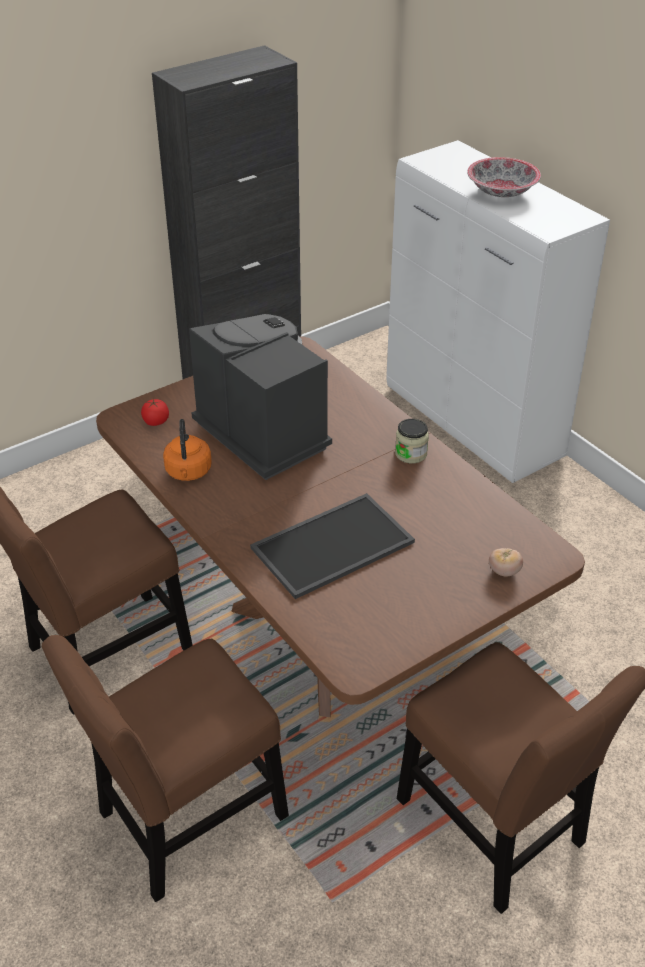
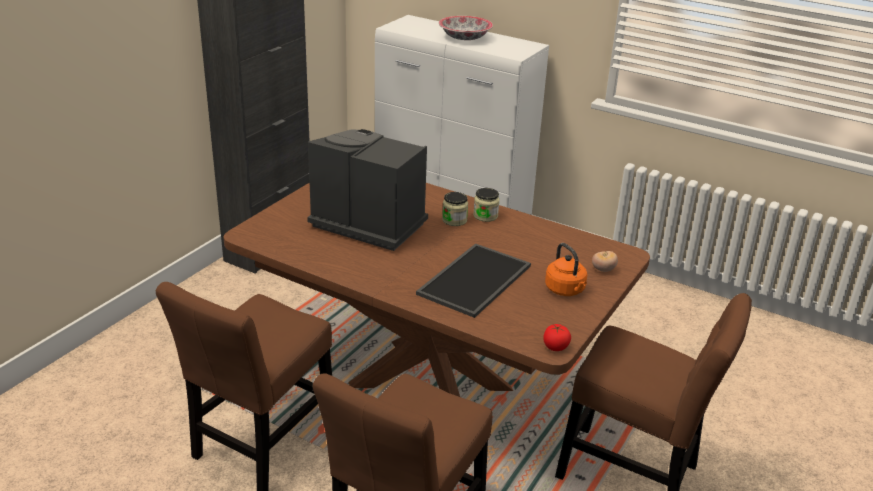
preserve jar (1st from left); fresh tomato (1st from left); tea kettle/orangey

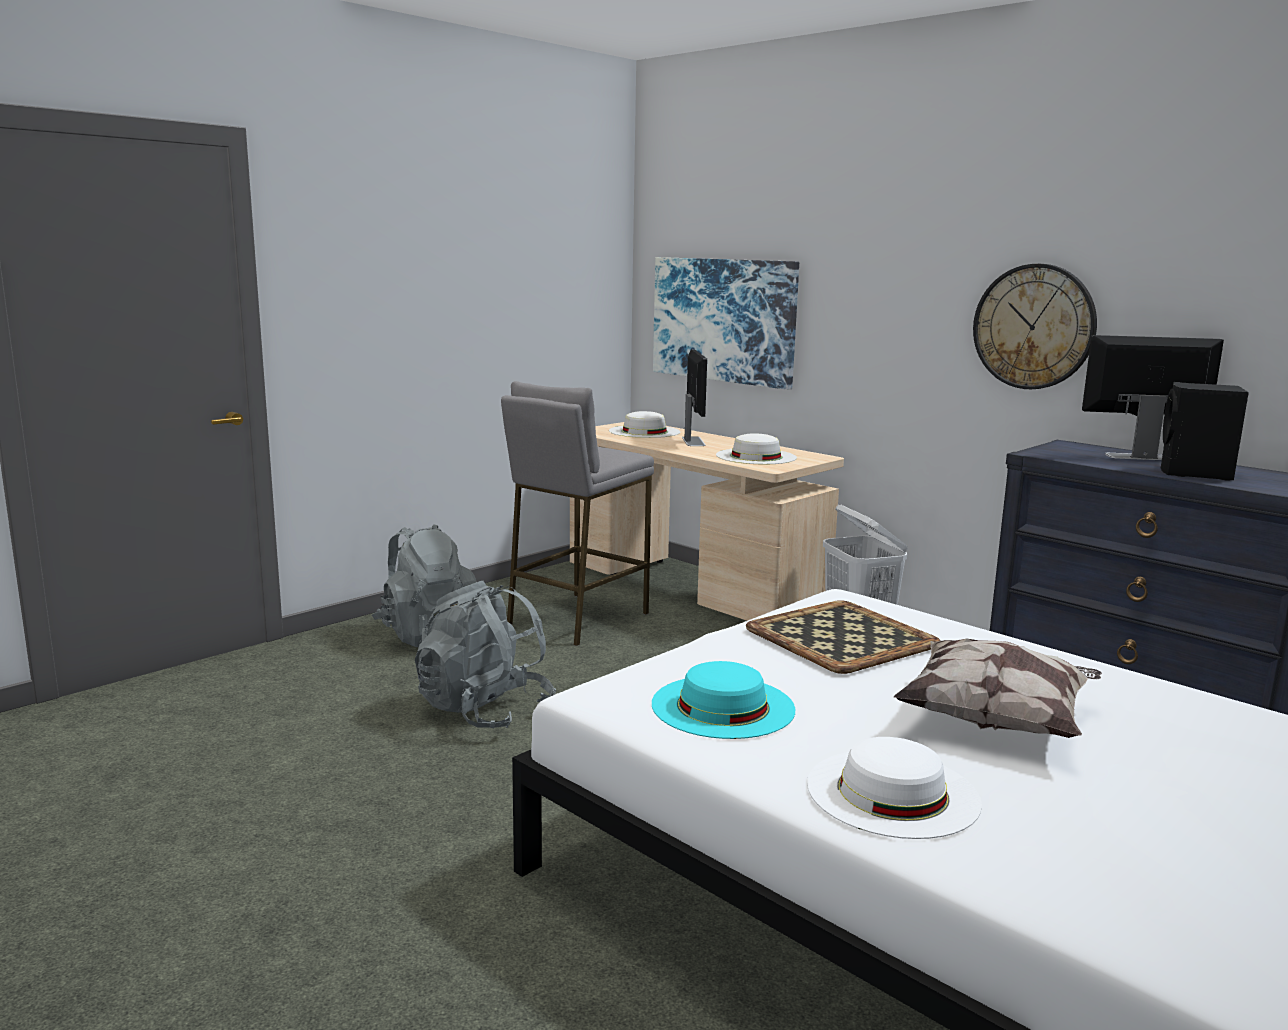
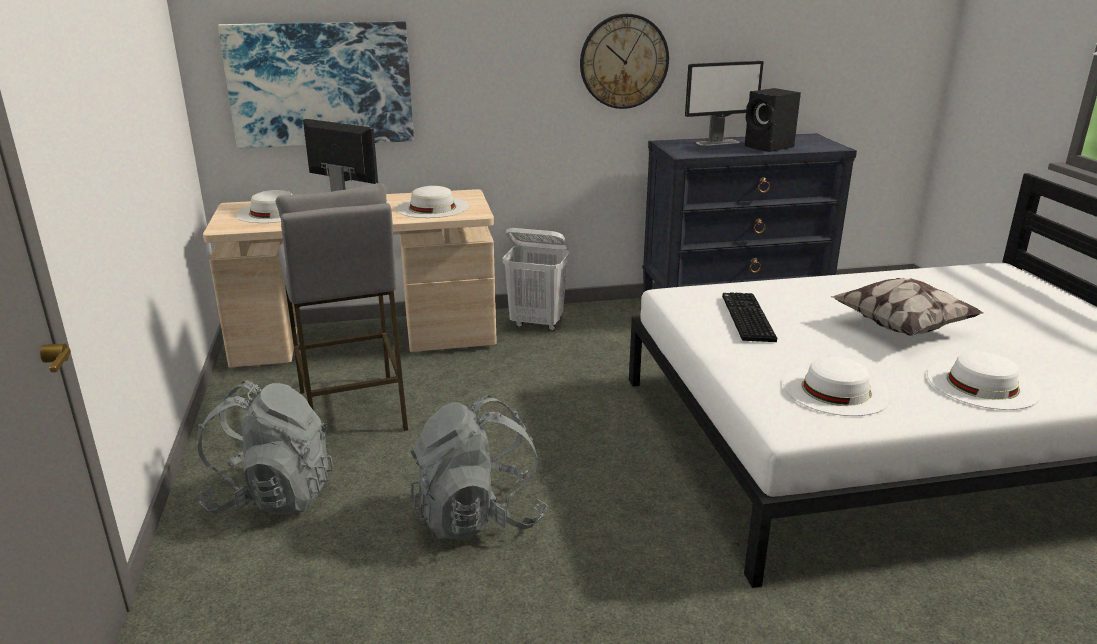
computer keyboard; clothing hat/white-coloured (3rd from left); computer screen (2nd from left)

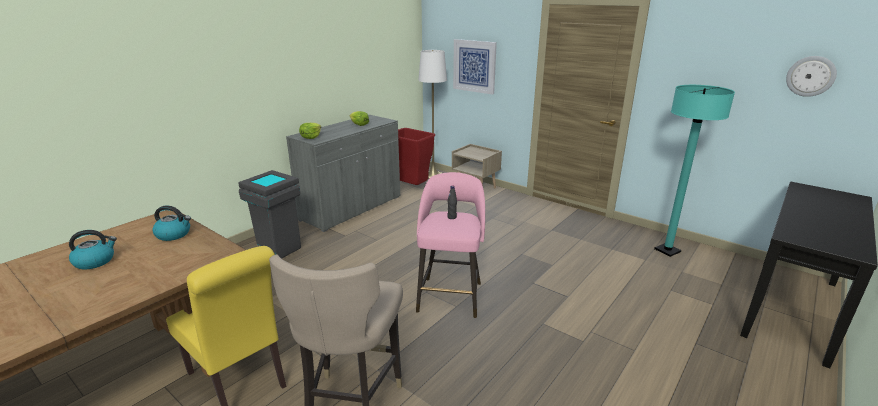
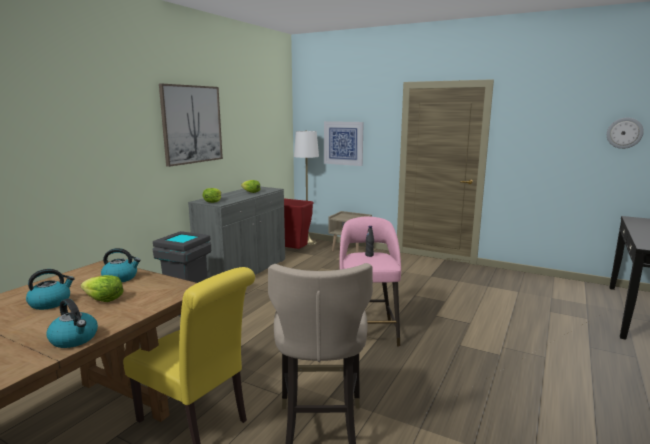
floor lamp/turquoise-coloured; tea kettle (2nd from left); lettuce (1st from left); picture (1st from left)

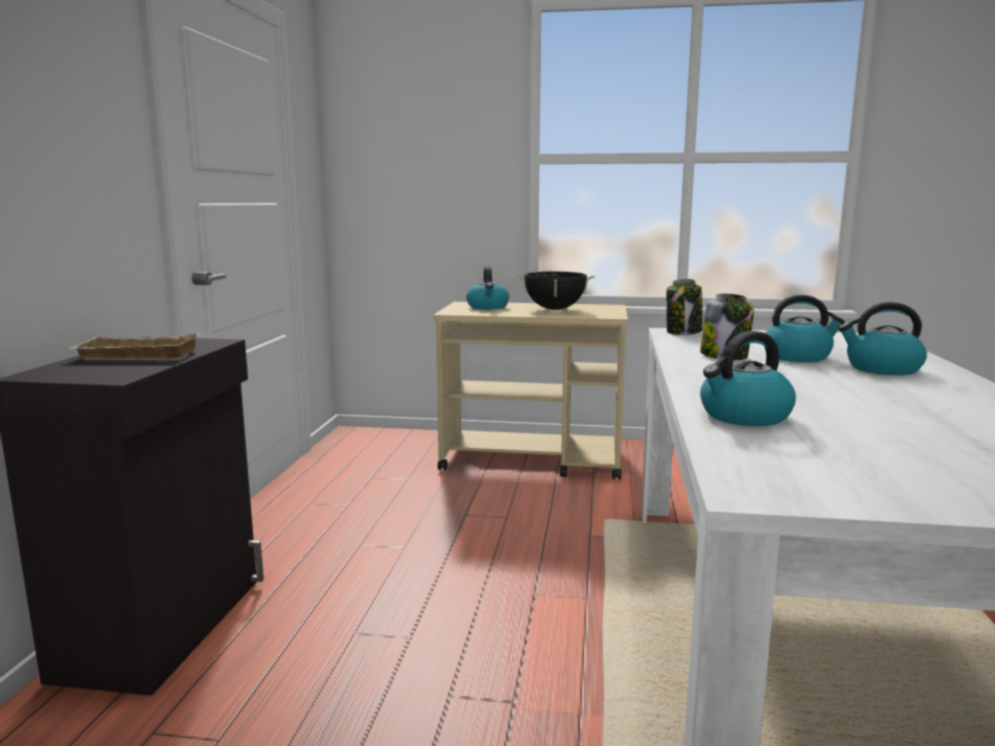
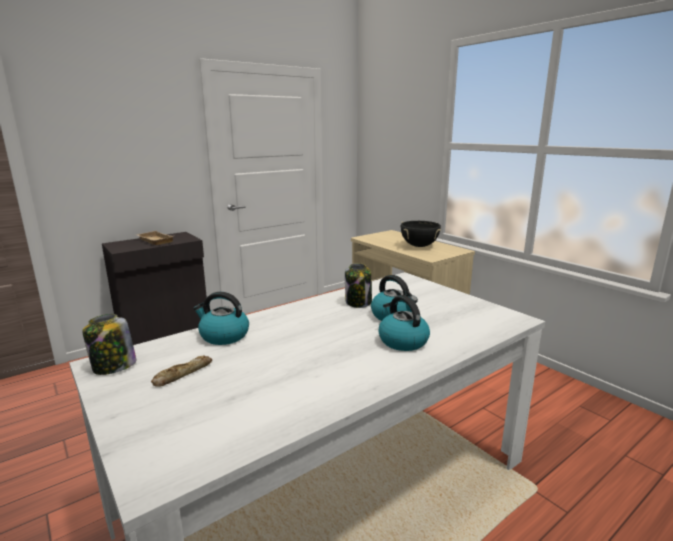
tea kettle (1st from left in the first image); baked bread; preserve jar (1st from left)

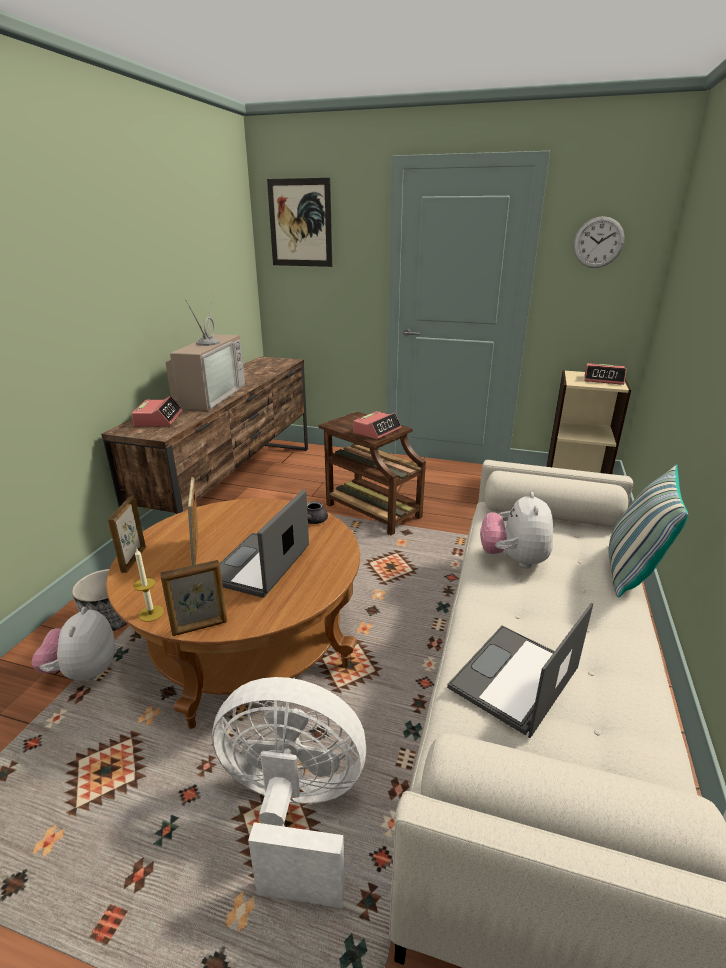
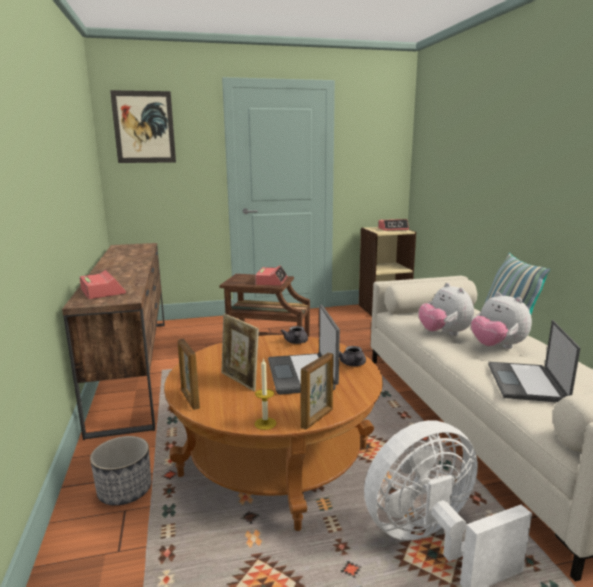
television; wall clock; teapot/gray (2nd from left); soft toy (2nd from left)

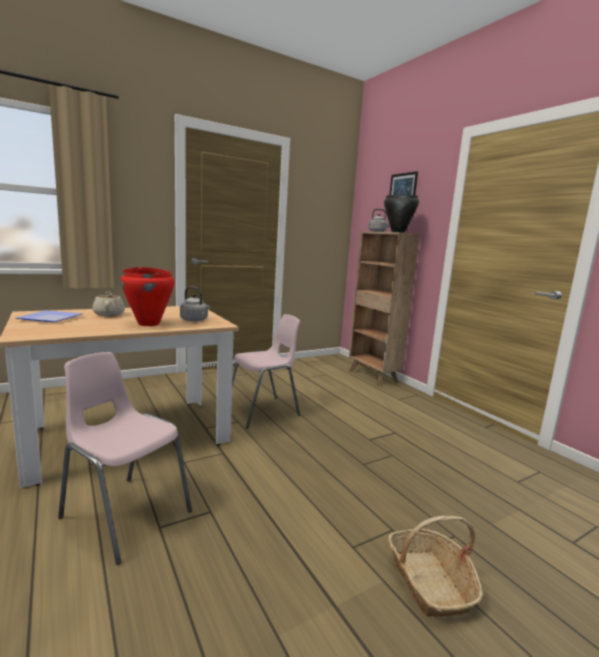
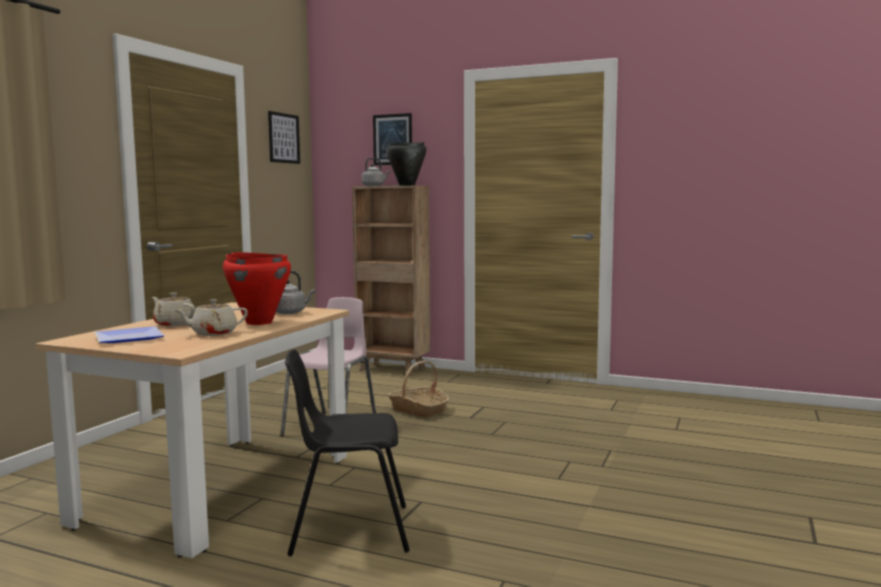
teapot/beige (2nd from left); picture (1st from left); basket; chair/black

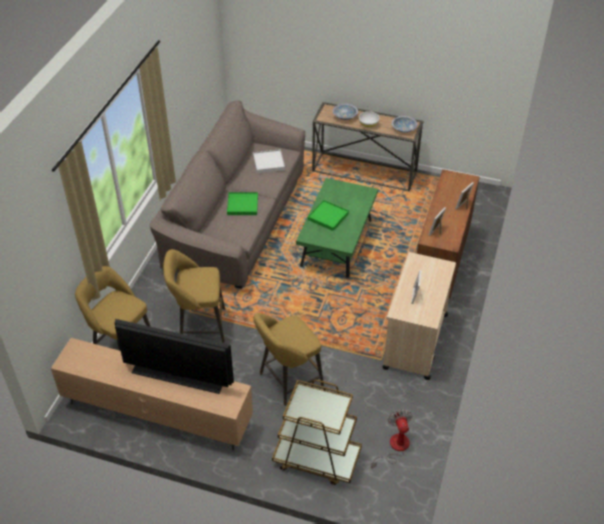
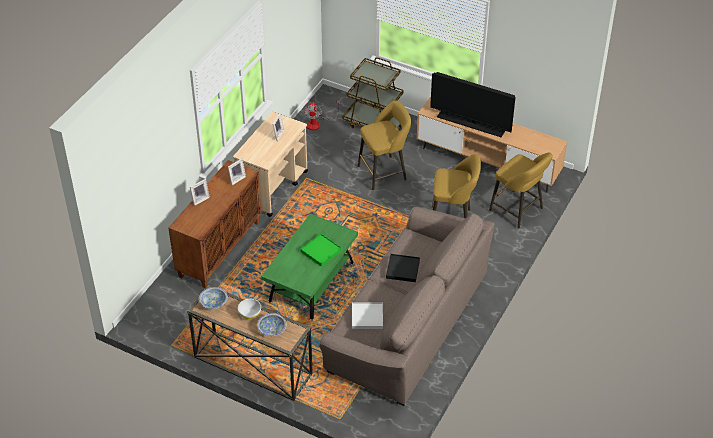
serving tray/black

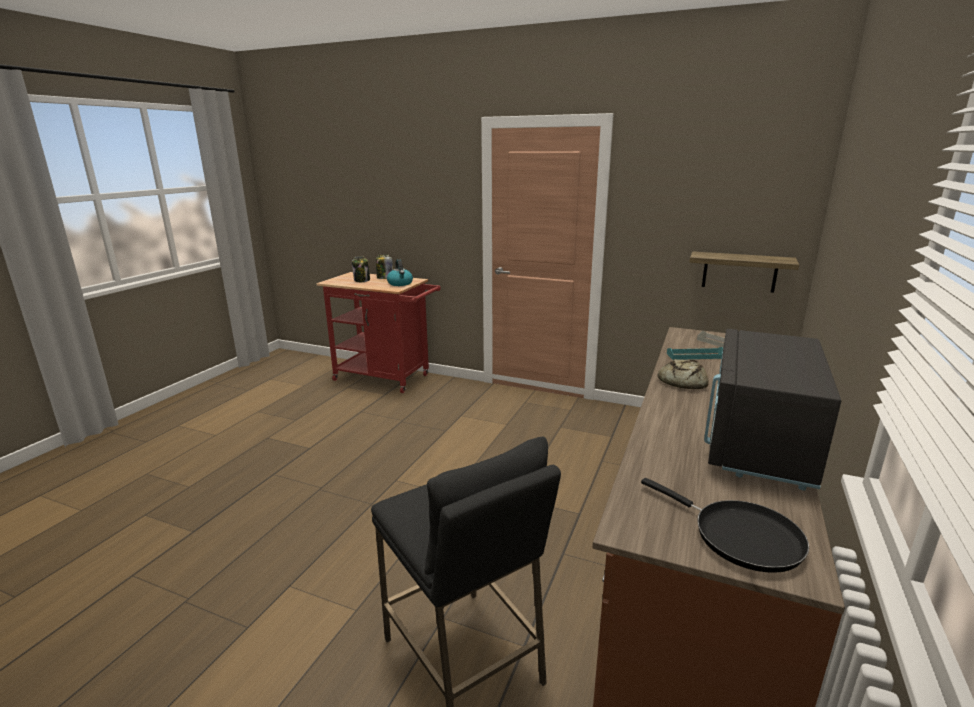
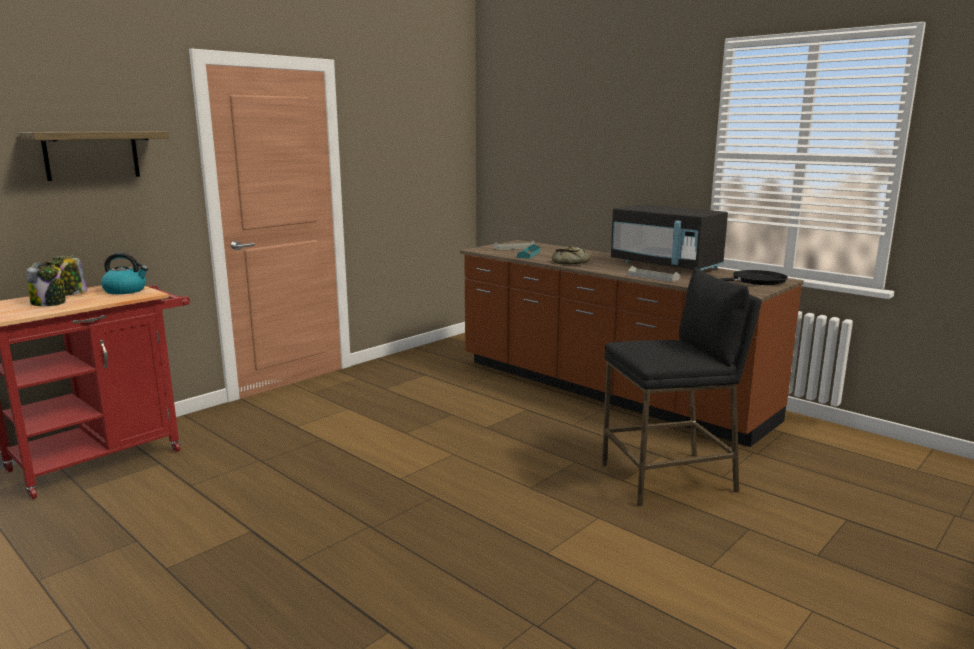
serving tray/gray (2nd from left); wall shelf

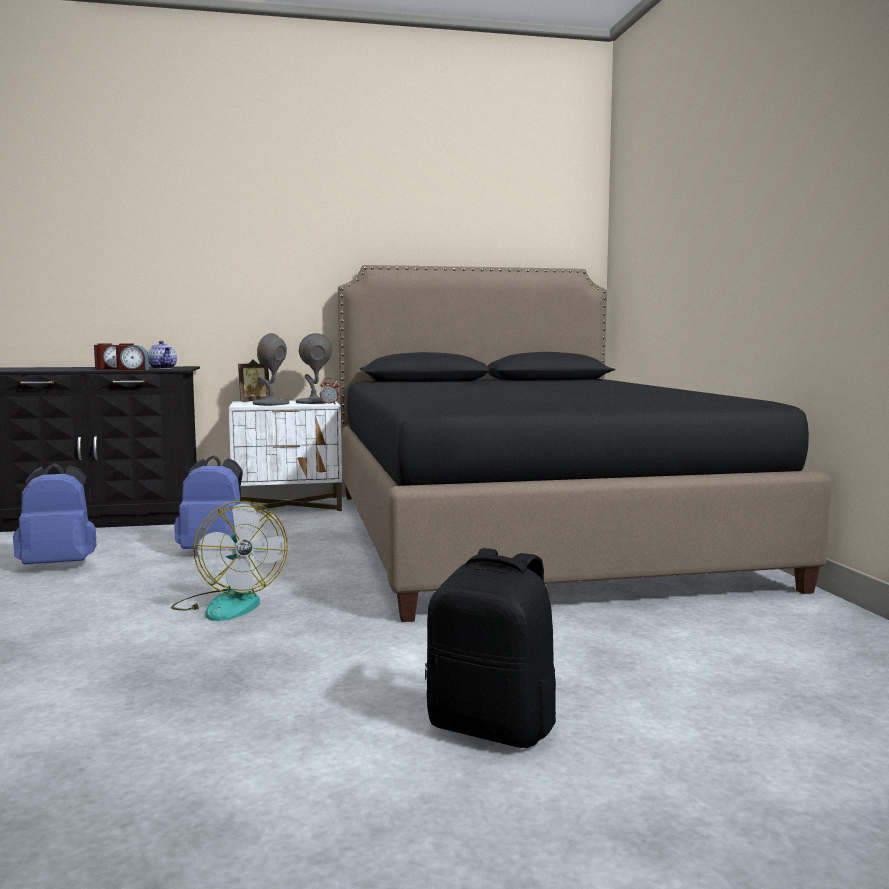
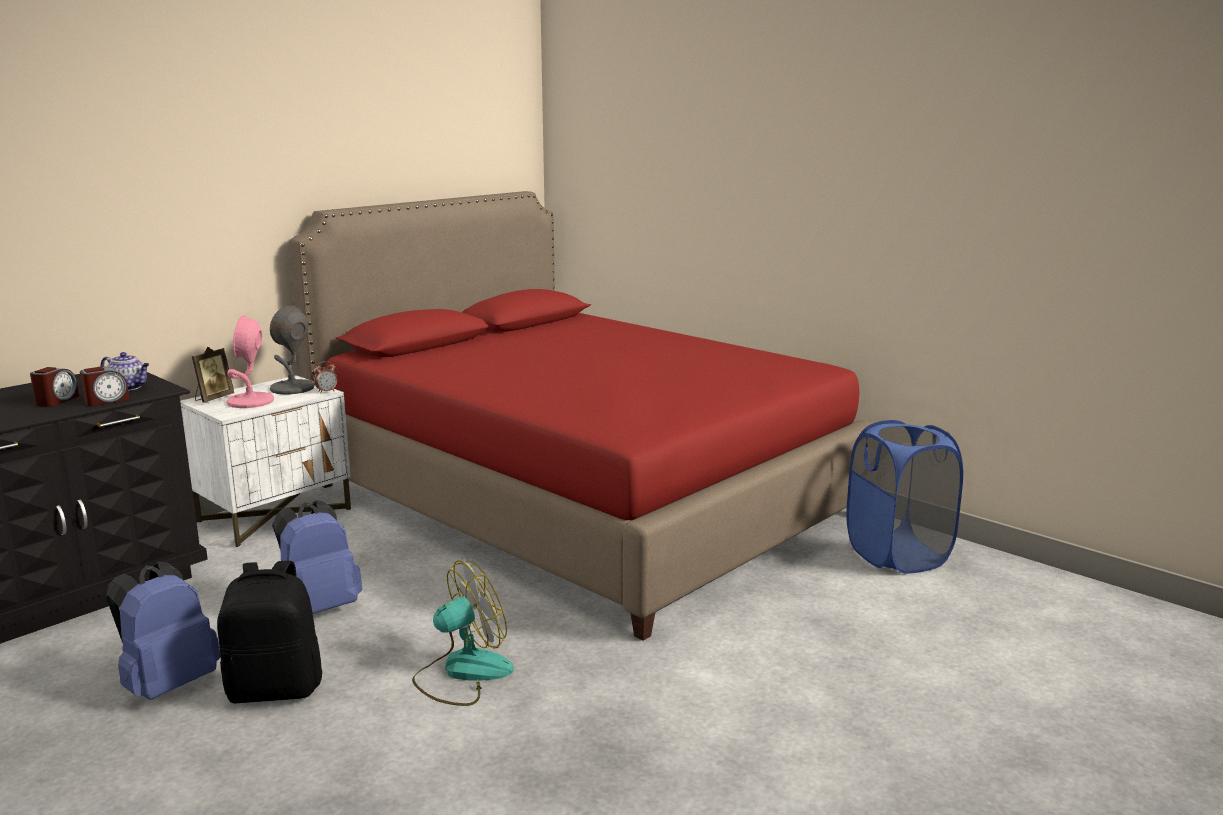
laundry basket/bluish; knapsack/black; tabletop lamp/pink; sleeping bed/reddish; cooling fan

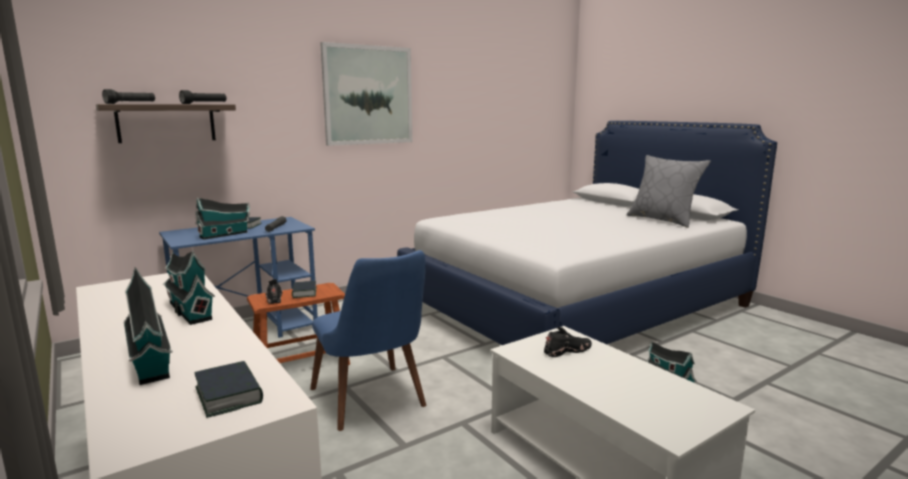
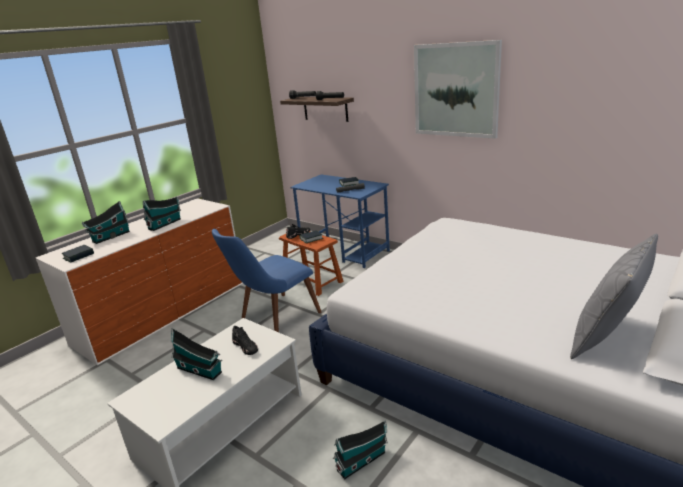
model house (3rd from left)

